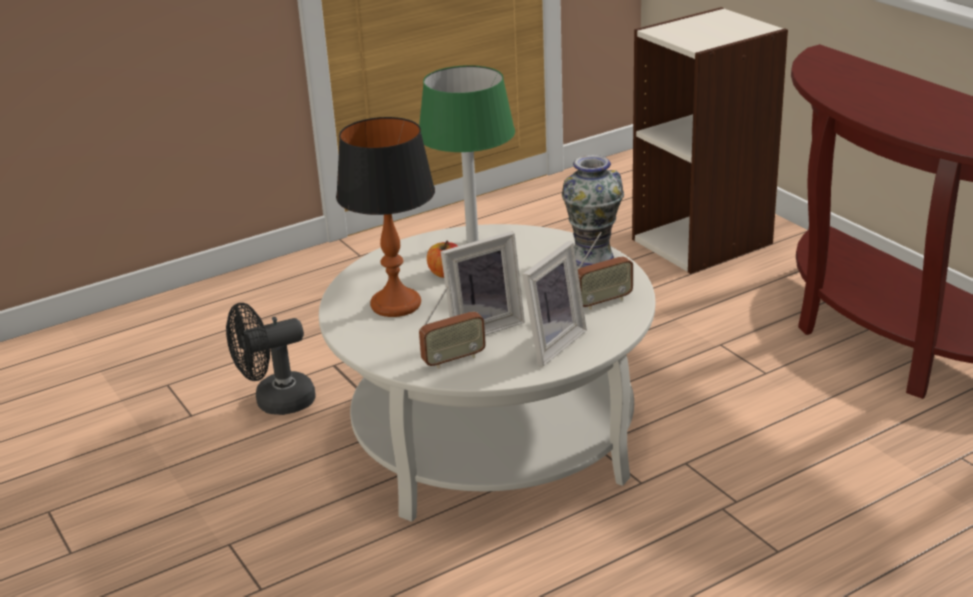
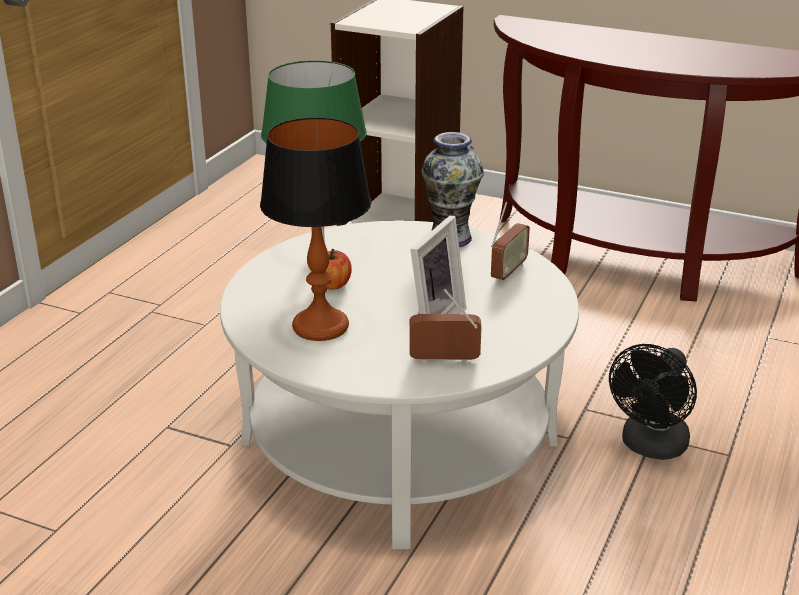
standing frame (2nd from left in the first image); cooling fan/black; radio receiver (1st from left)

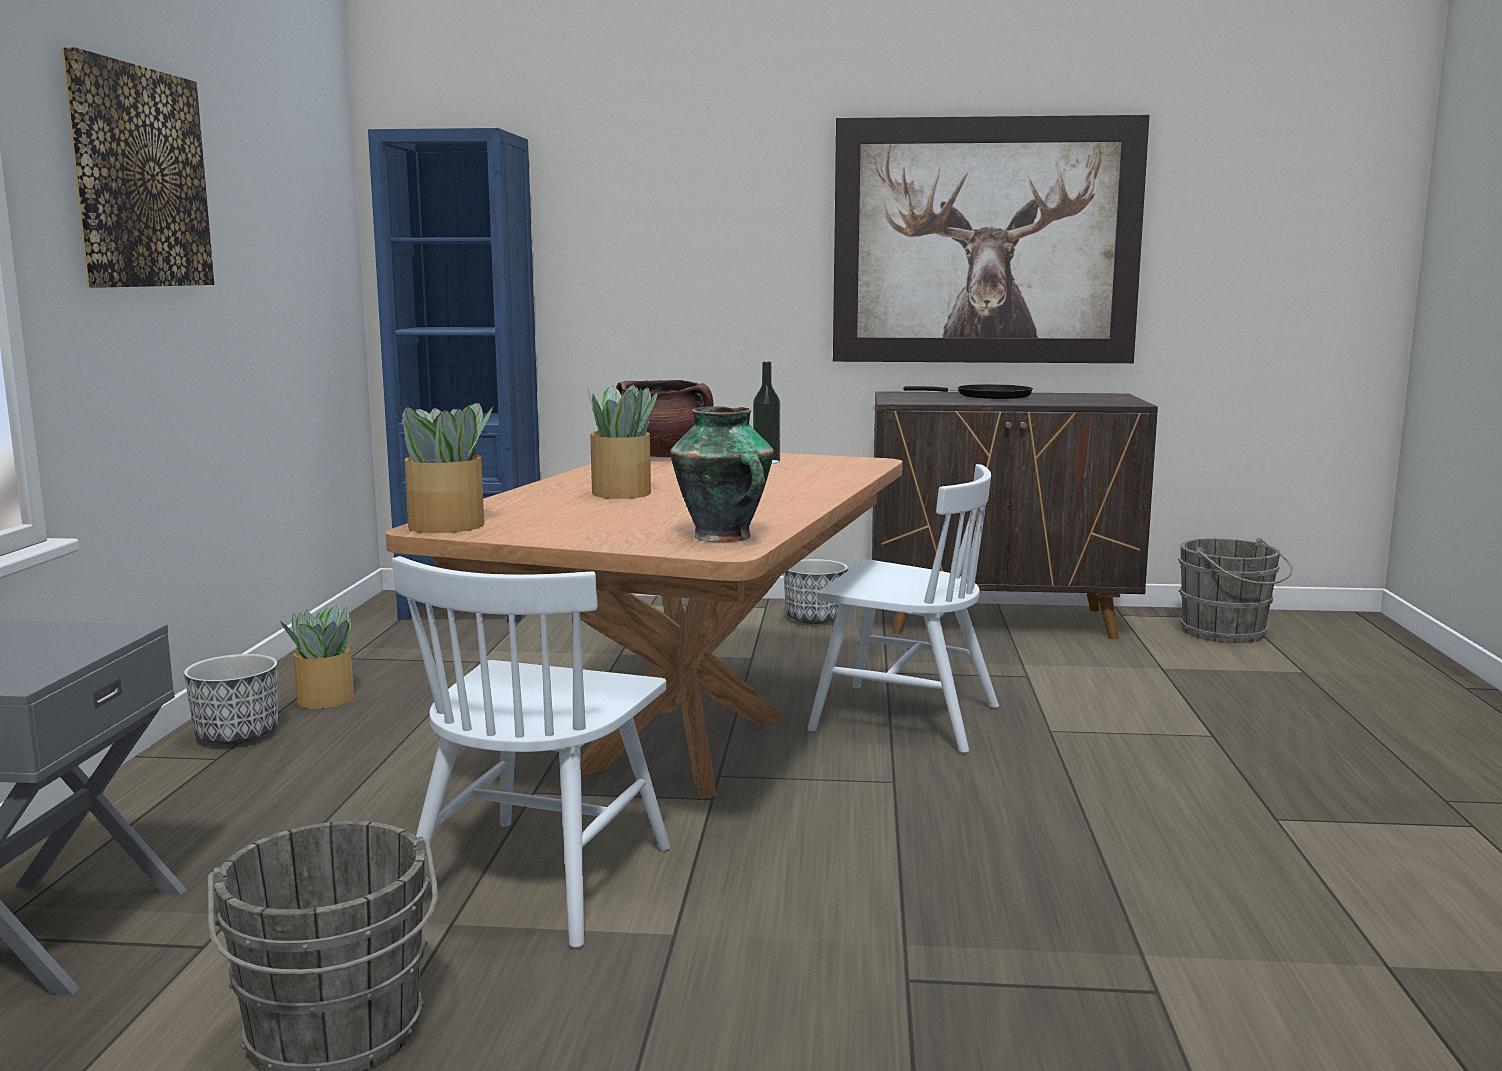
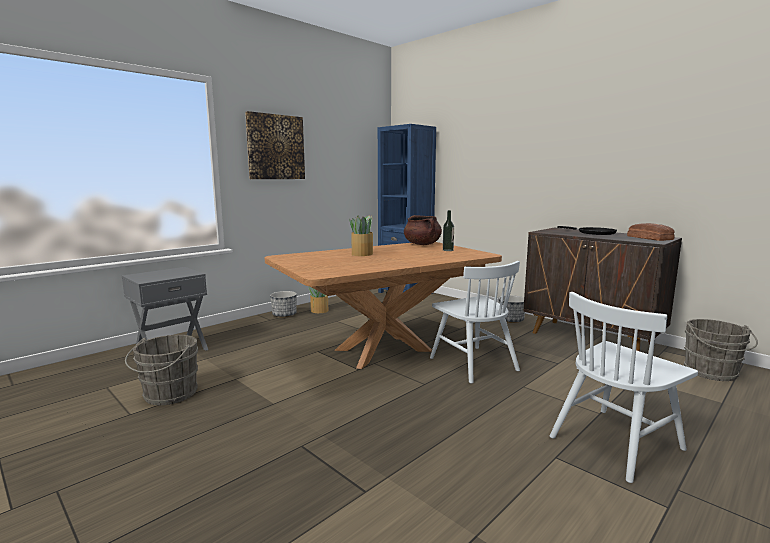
plant in a pot (2nd from left in the first image); decorative vase; picture (2nd from left in the first image); baked bread; chair/white-coloured (2nd from left)

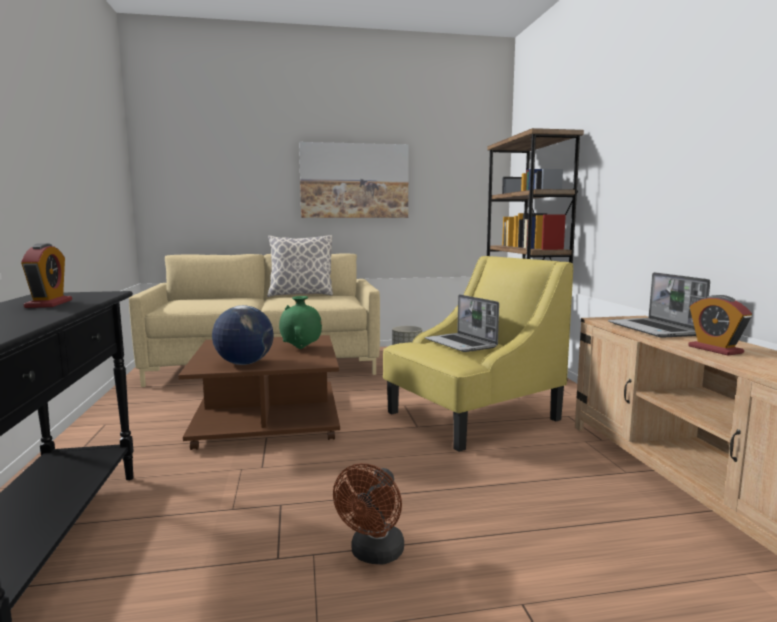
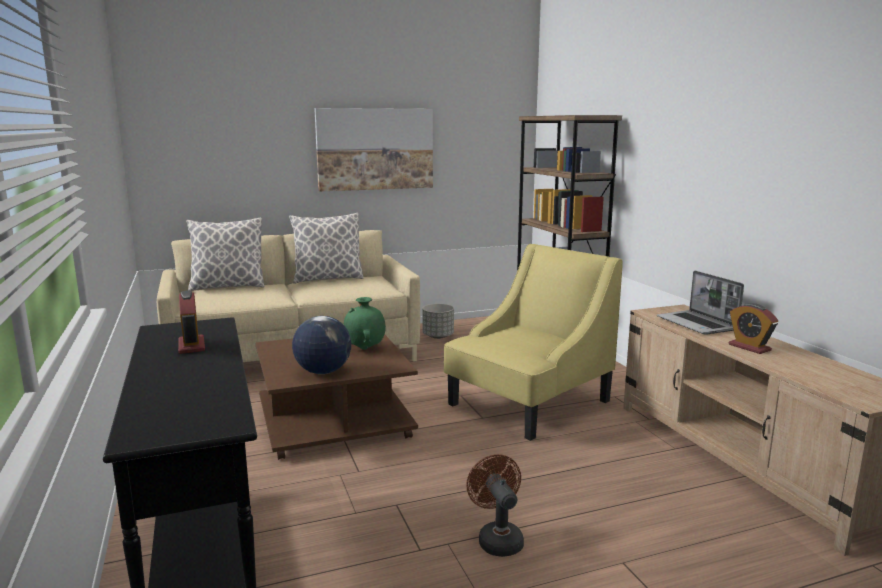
notebook computer (1st from left in the first image); cushion (1st from left); cooling fan/brown-coloured

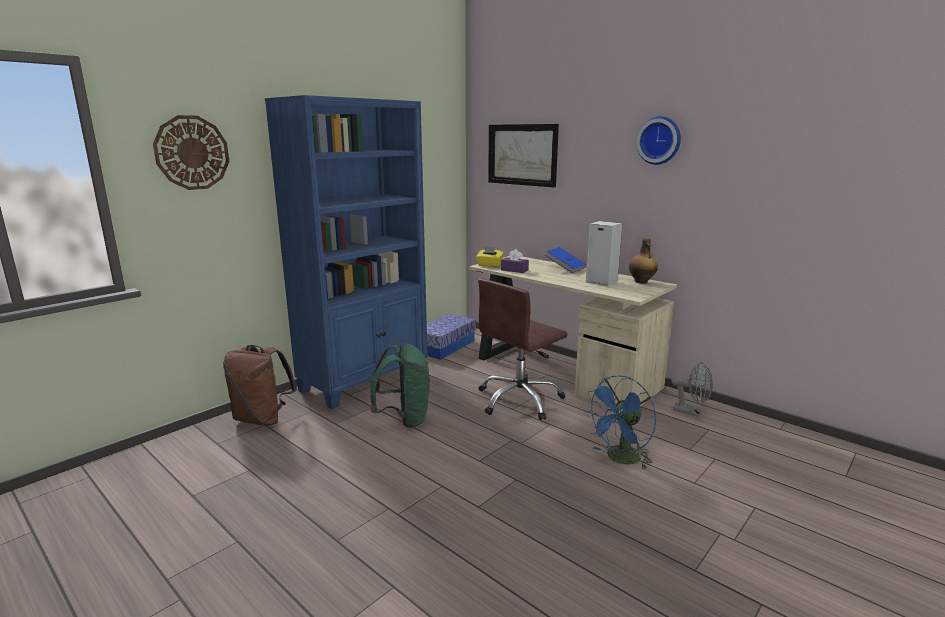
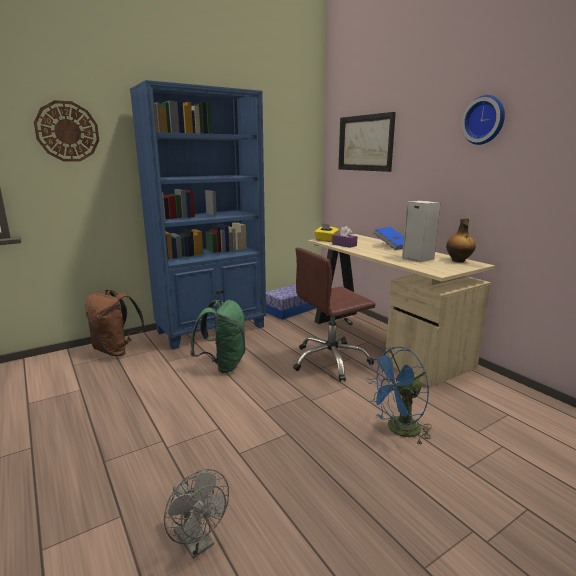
cooling fan/gray

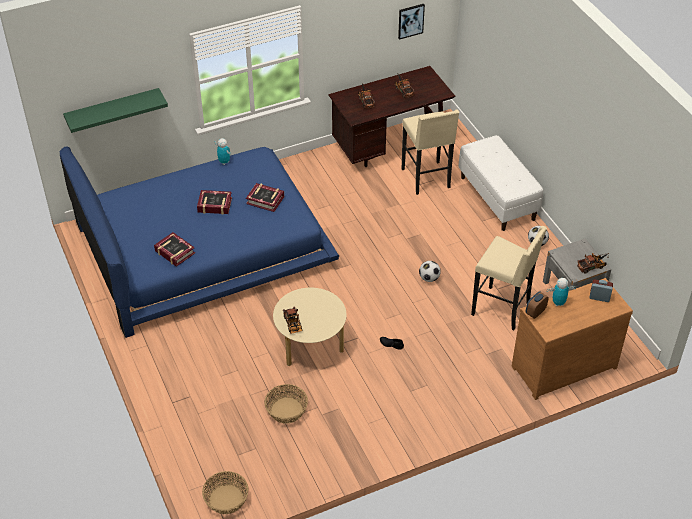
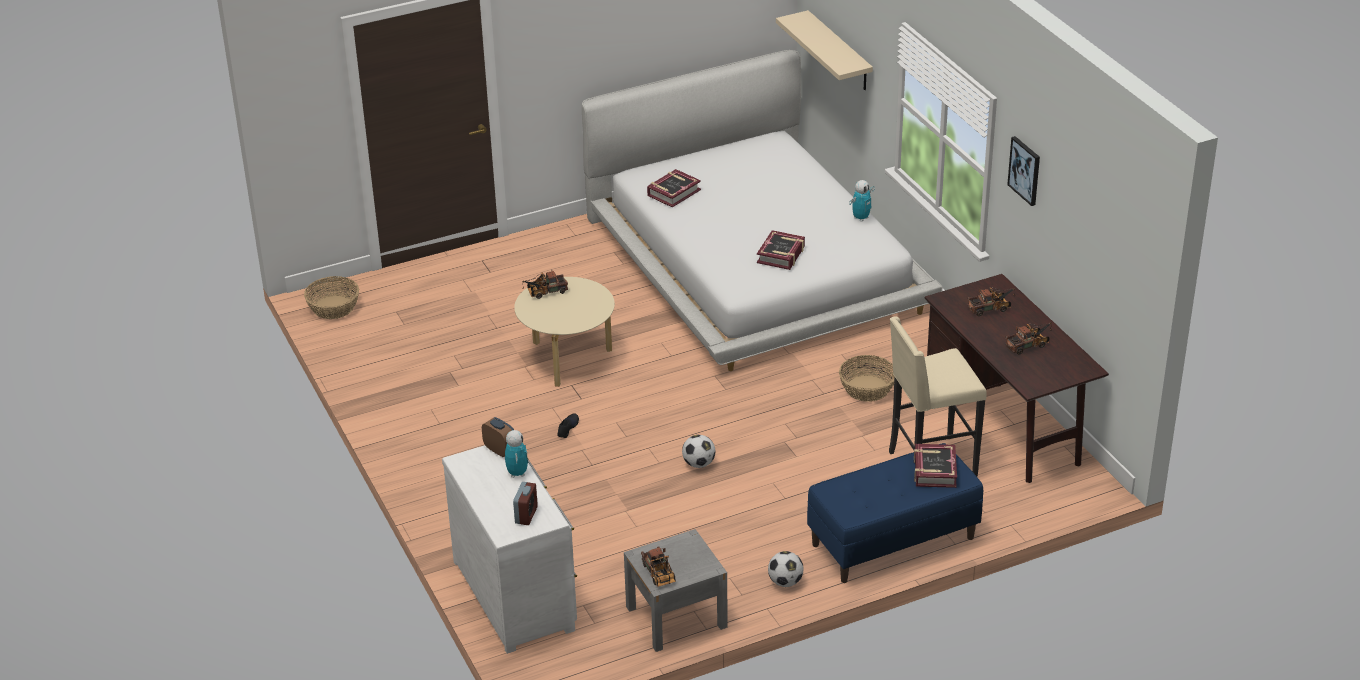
stool/beige (2nd from left in the first image); bound book (3rd from left); basket (2nd from left); picture; sleeping bed/white-coloured; wall shelf/beige; indoor bench/bluish; dresser/white-coloured

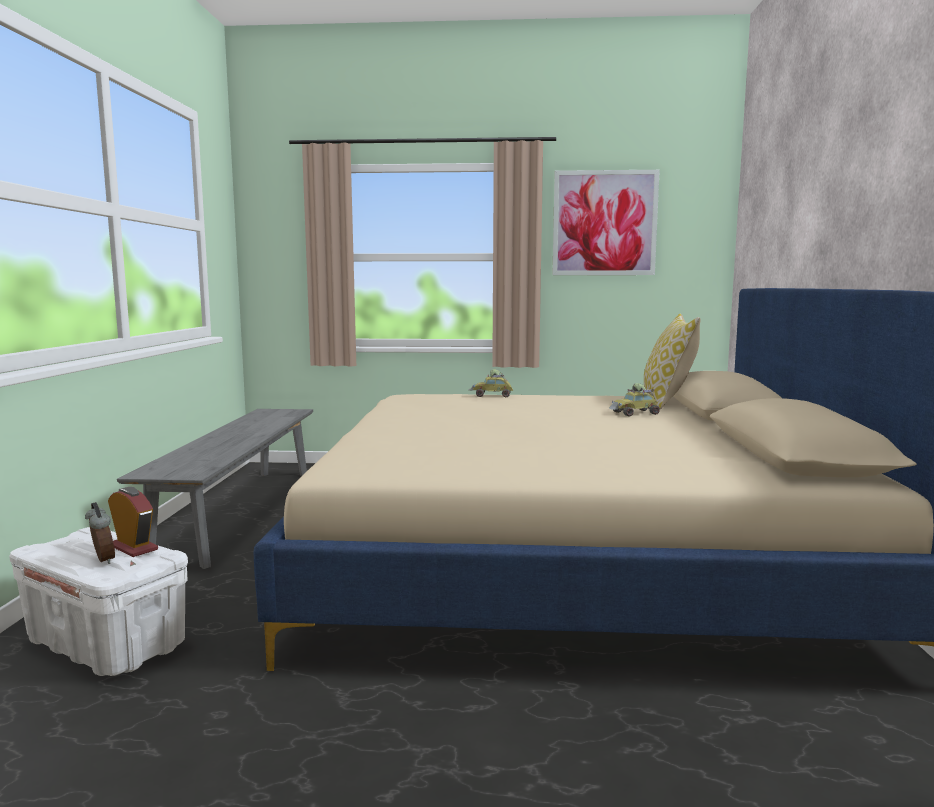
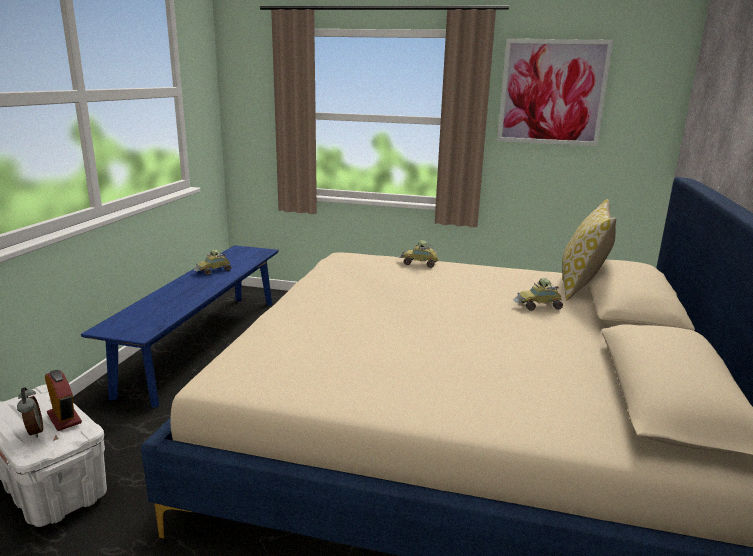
miniature car (1st from left); indoor bench/bluish

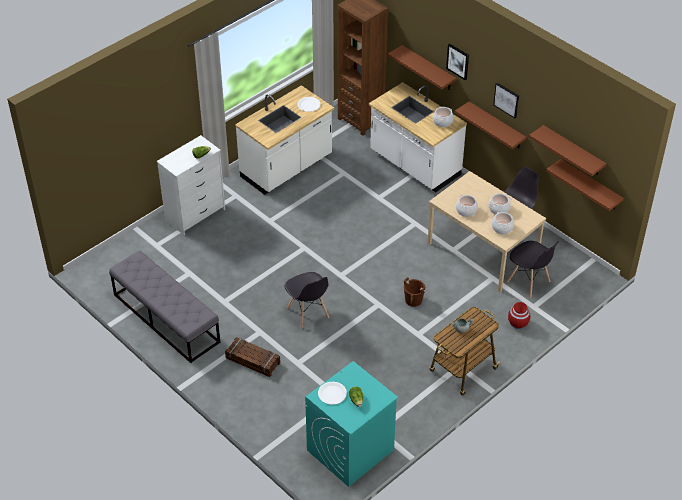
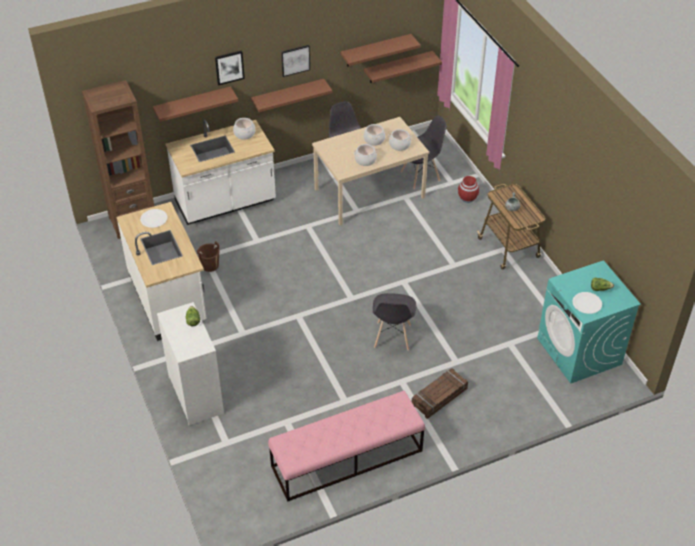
bucket/brown-coloured; indoor bench/pink; chair/gray (2nd from left)

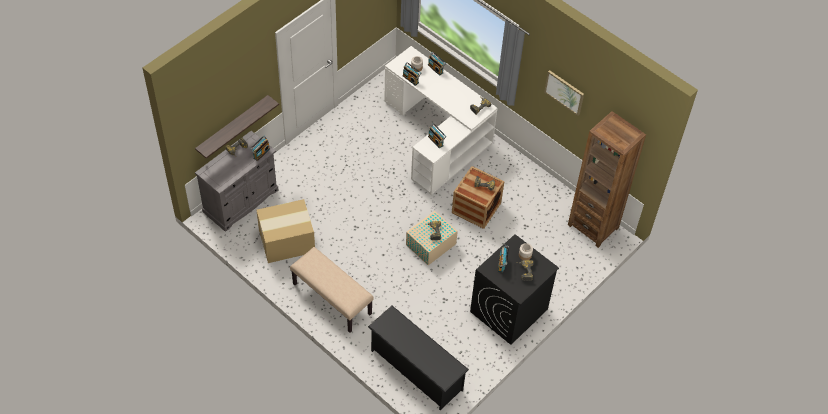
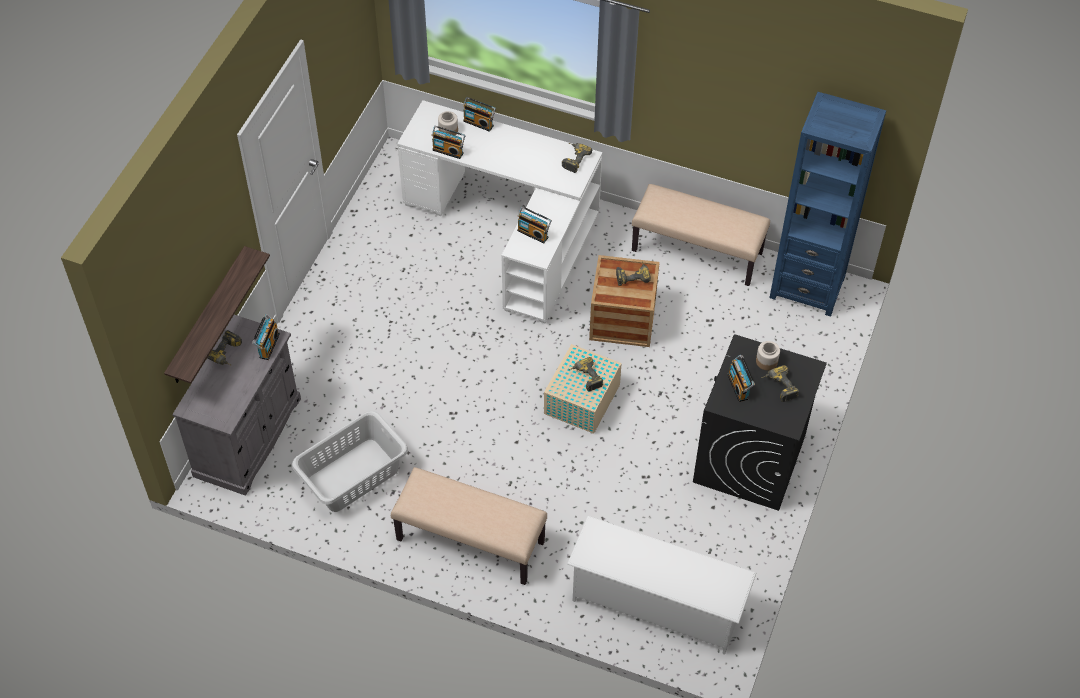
picture; indoor bench/beige (2nd from left); laundry basket/gray; shoe shelf/white-coloured; shelving unit/bluish

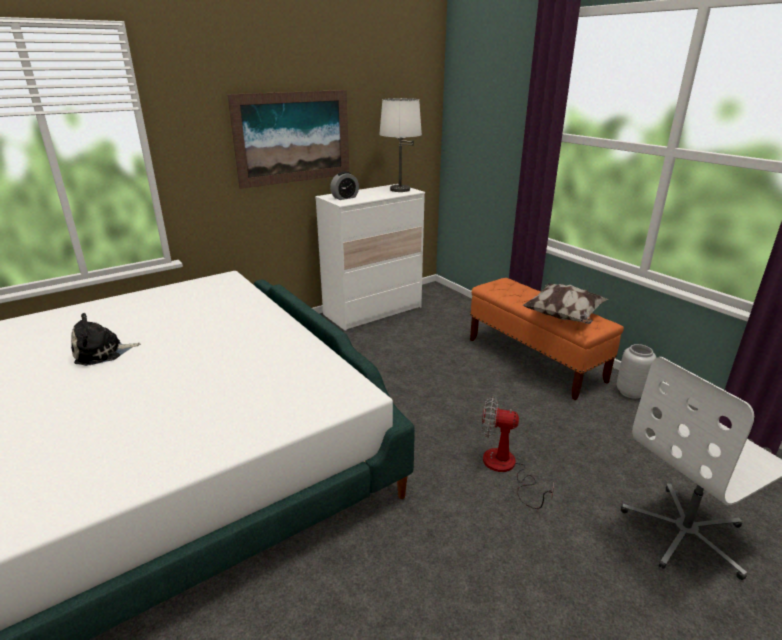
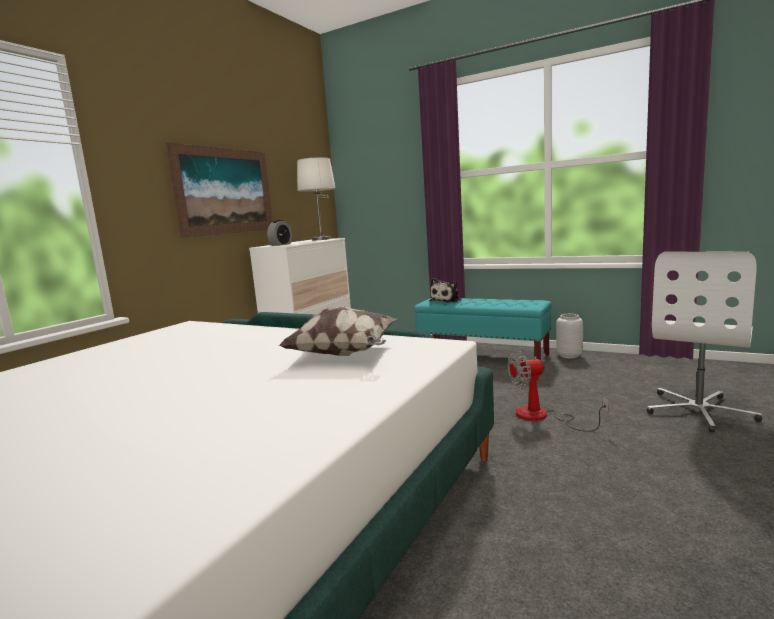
soft toy; cushion; indoor bench/turquoise-coloured

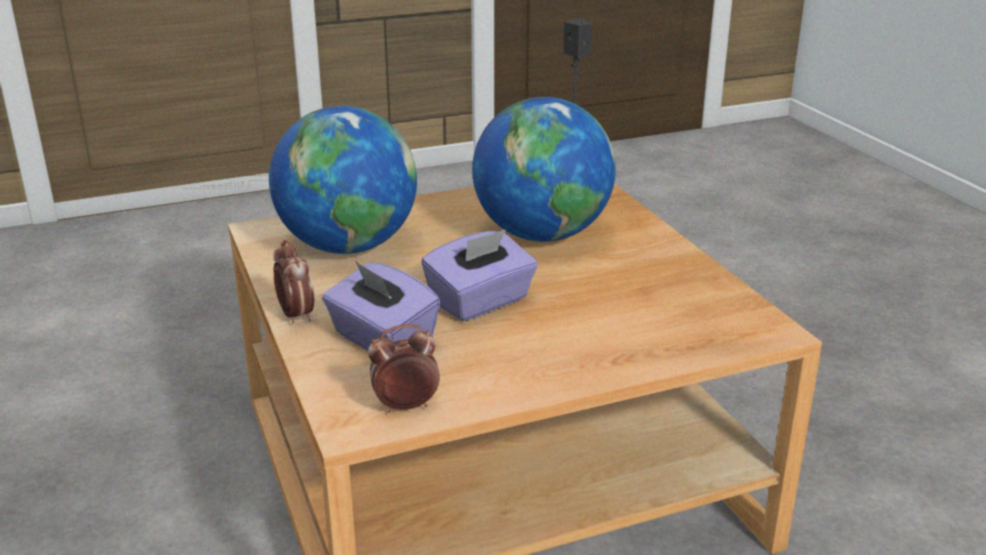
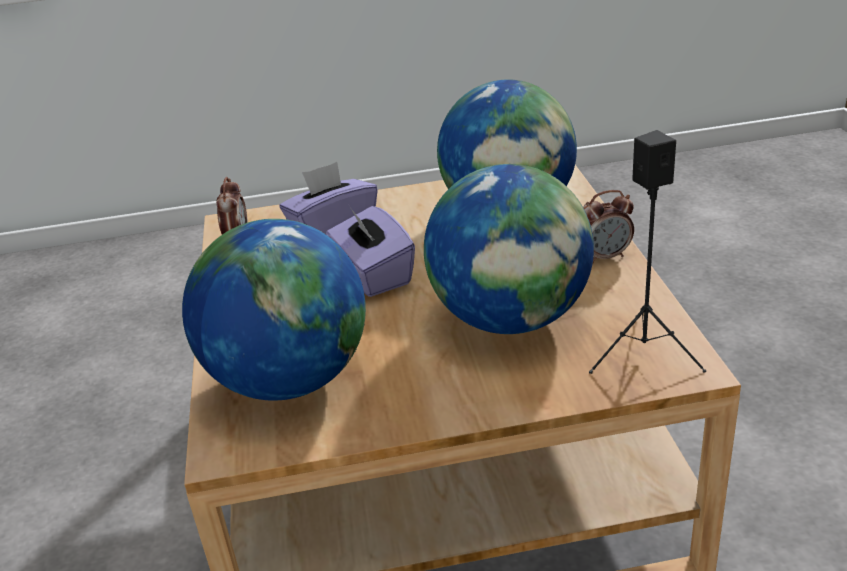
world globe (1st from left); alarm clock (2nd from left)

